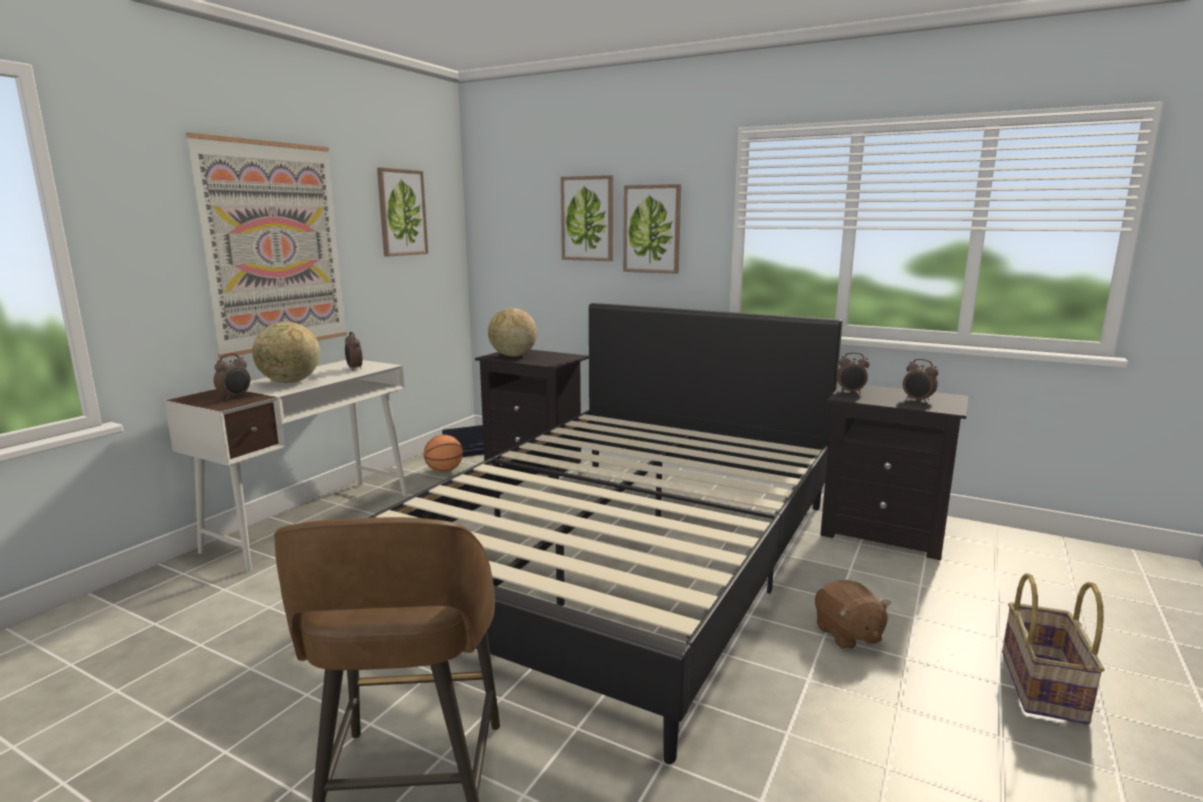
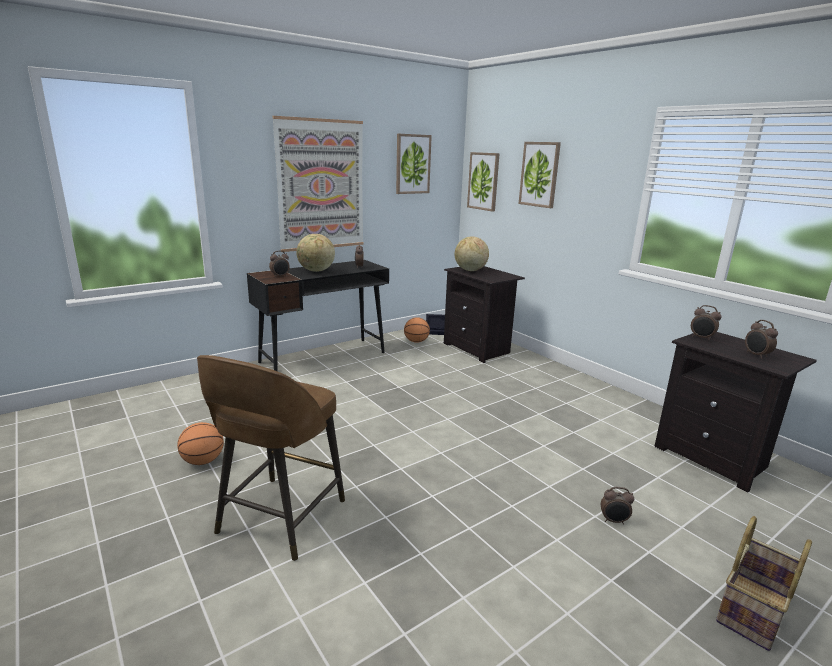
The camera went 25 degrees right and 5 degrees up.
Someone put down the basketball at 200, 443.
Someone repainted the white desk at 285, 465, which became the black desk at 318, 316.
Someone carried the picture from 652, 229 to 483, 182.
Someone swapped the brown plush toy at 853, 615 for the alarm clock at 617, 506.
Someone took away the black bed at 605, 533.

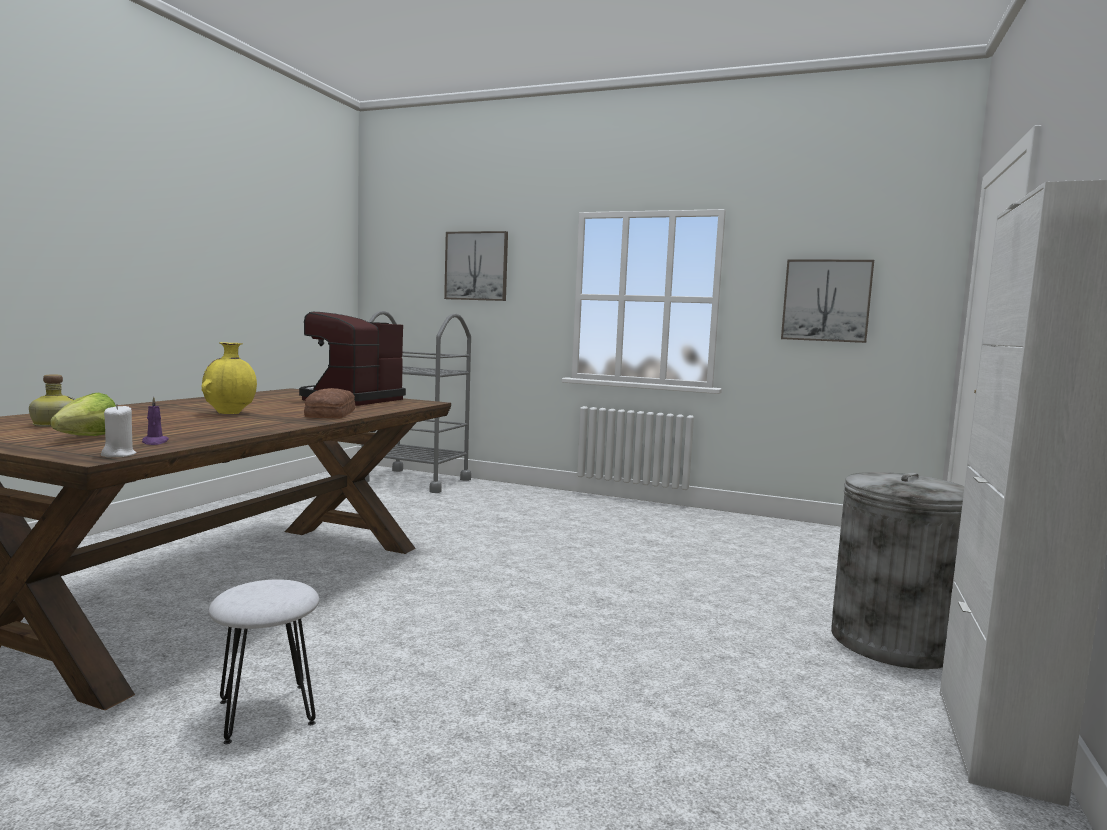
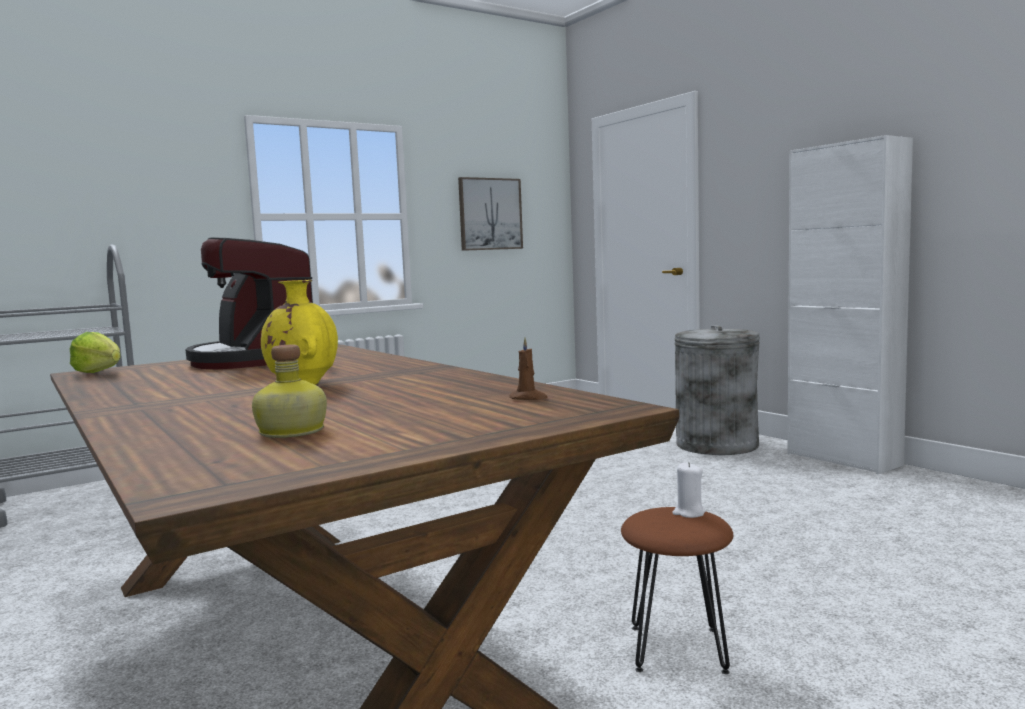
The camera went 55 degrees left and 0 degrees up.
Someone carried the lettuce from 83, 414 to 95, 352.
Someone repainted the purple candle at 155, 421, which became the brown candle at 529, 368.
Someone repainted the white stool at 264, 661, which became the brown stool at 677, 590.
Someone carried the white candle from 119, 430 to 689, 490.
Someone took away the bread at 329, 403.
Someone took away the picture at 476, 266.

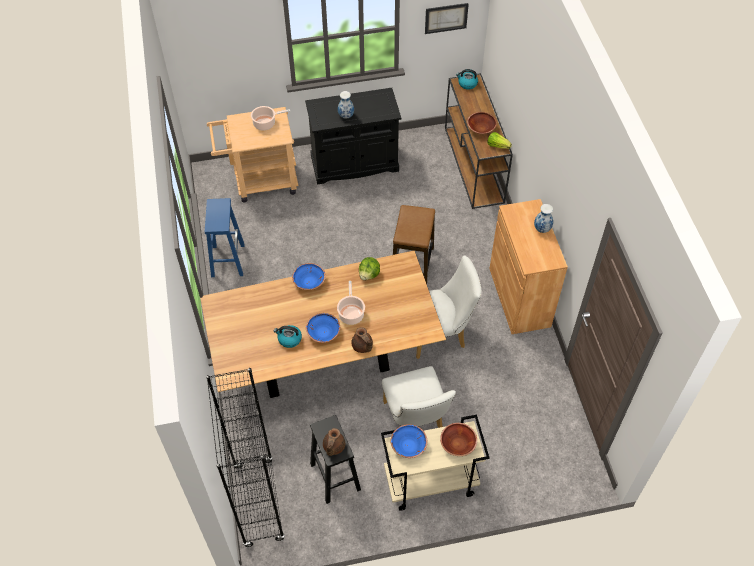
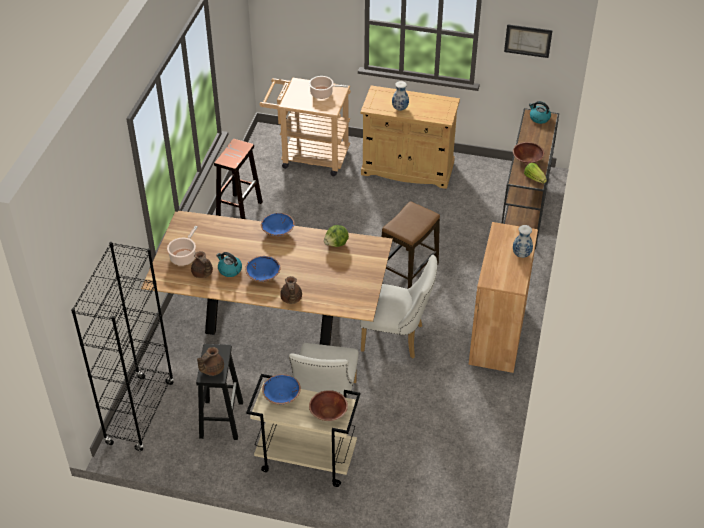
The camera went 25 degrees right and 10 degrees down.
Someone carried the cooking pot from 351, 303 to 182, 246.
Someone put down the brown teapot at 202, 264.
Someone repainted the blue stool at 225, 237, which became the brown stool at 238, 179.
Someone repainted the black cabinet at 353, 136, which became the beige cabinet at 410, 137.

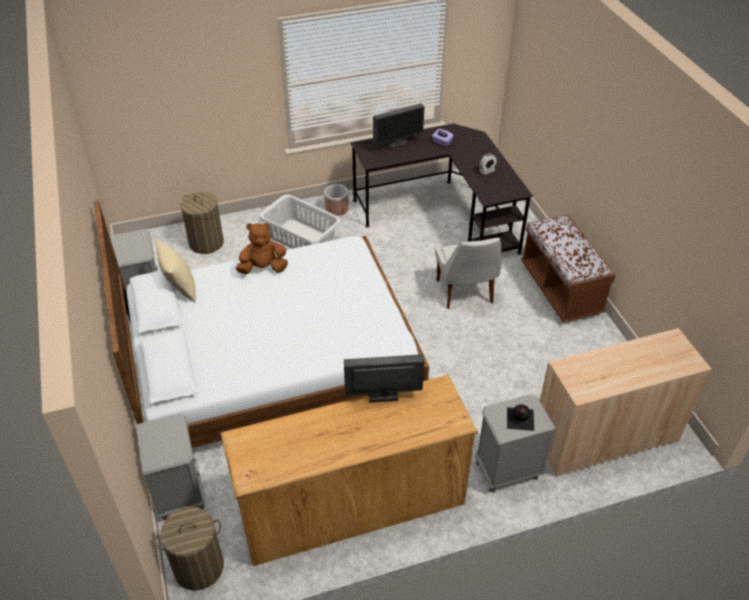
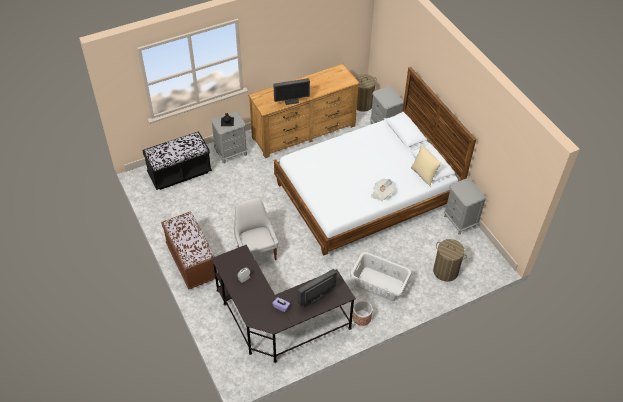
The camera went 170 degrees right and 5 degrees up.
Someone swapped the beige cabinet at 626, 402 for the black bench at 177, 160.
Someone swapped the brown plush toy at 262, 248 for the newspaper at 382, 189.

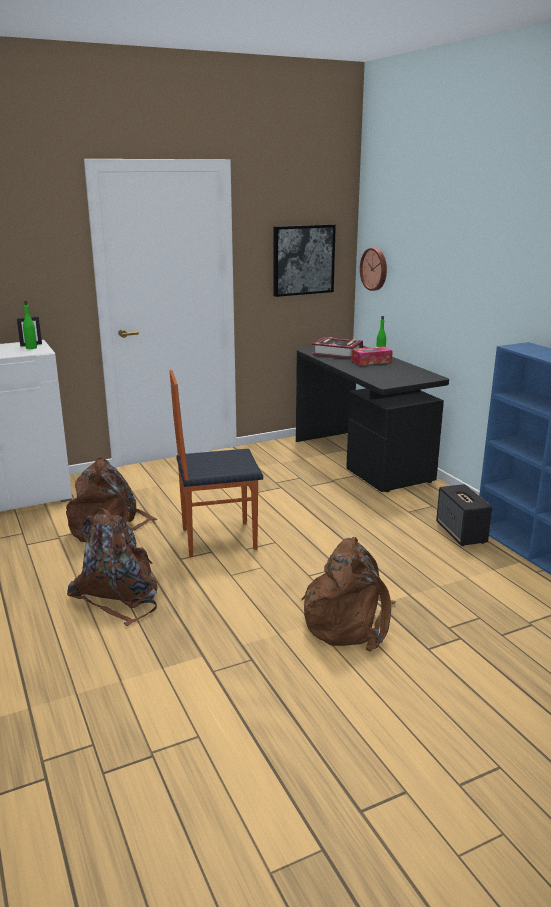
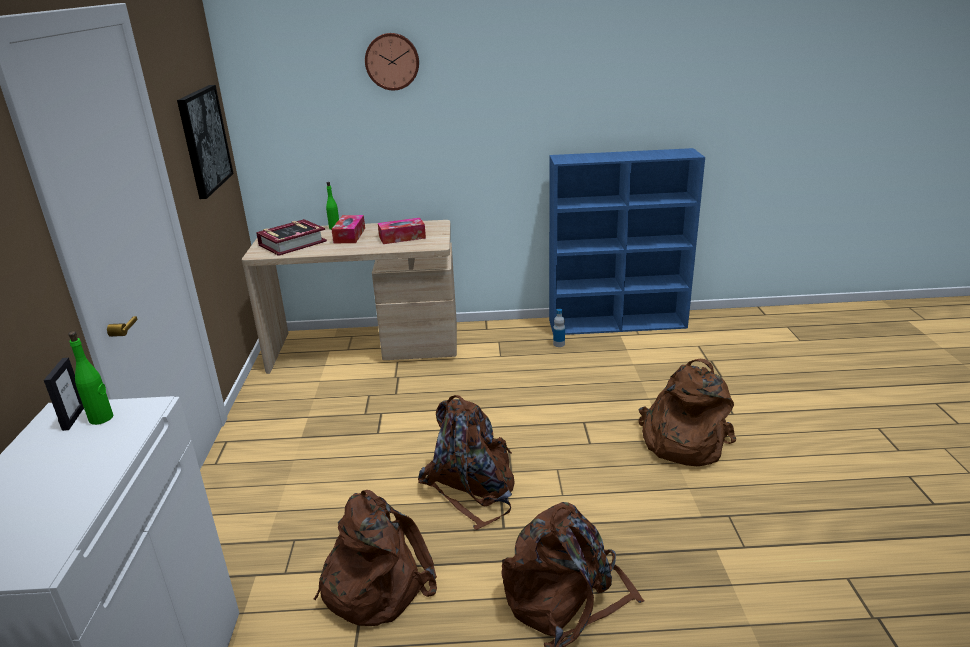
The camera went 65 degrees left and 5 degrees up.
Someone repainted the black desk at 372, 419, which became the beige desk at 349, 297.
Someone carried the wall clock from 373, 269 to 392, 61.
Someone put down the tissue box at 402, 231.
Someone swapped the chair at 216, 463 for the brown backpack at 466, 462.
Someone swapped the speaker at 464, 515 for the bottle at 559, 328.

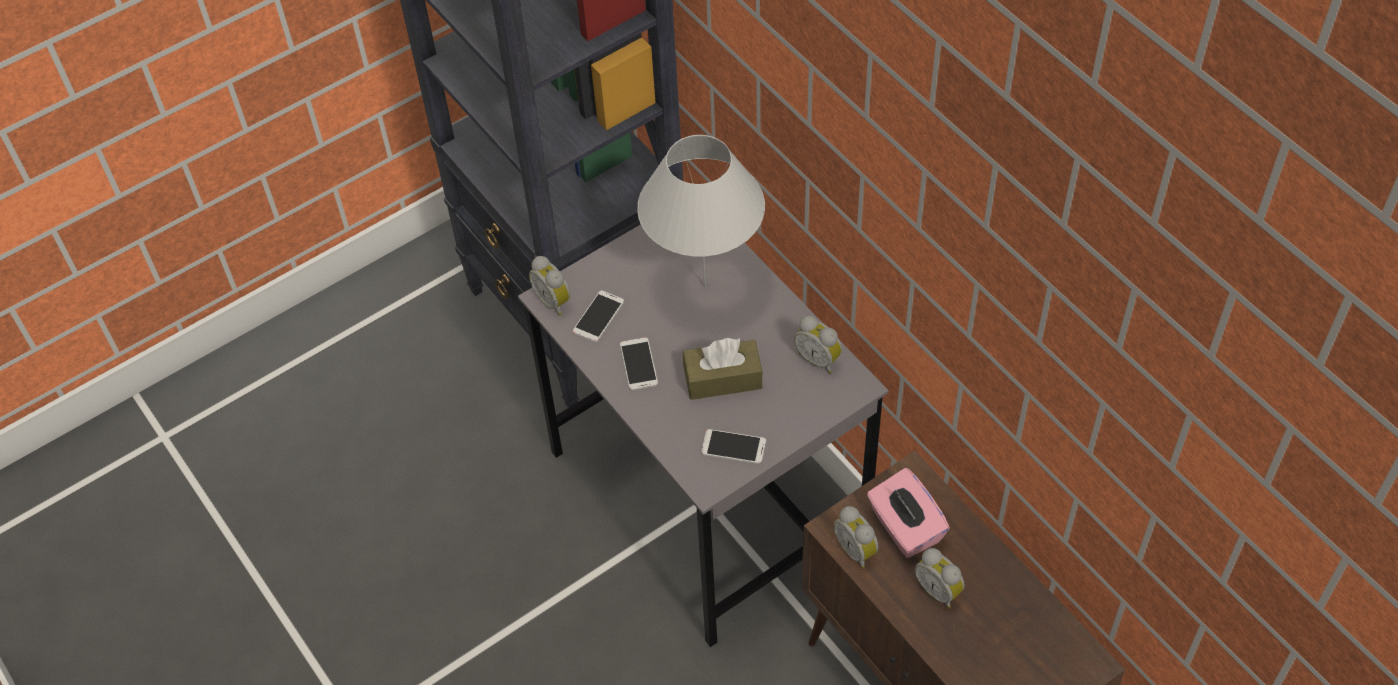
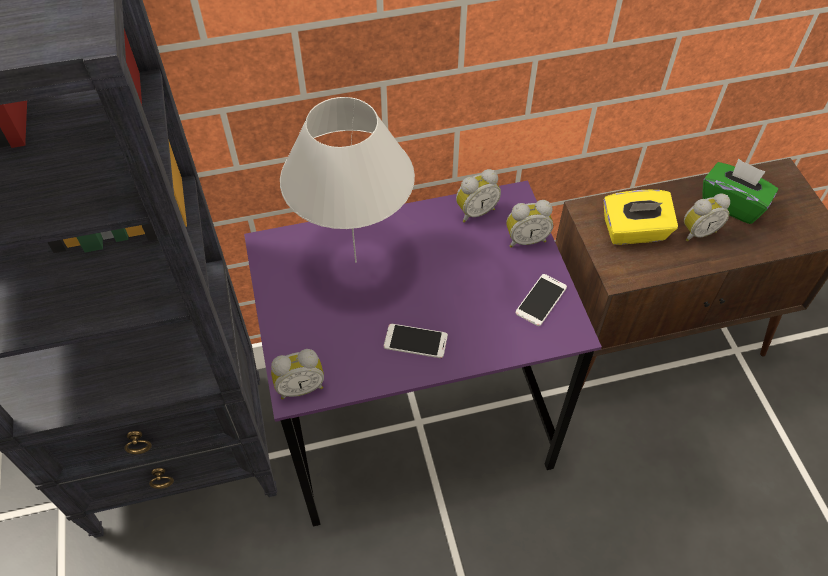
The camera went 70 degrees left and 0 degrees up.
Someone repainted the grey desk at 703, 435, which became the purple desk at 423, 354.
Someone carried the alarm clock from 856, 537 to 529, 224.
Someone repainted the pink tissue box at 908, 513, which became the yellow tissue box at 640, 217.
Someone put down the green tissue box at 740, 191.
Someone took away the phone at 598, 316.
Someone took away the brown tissue box at 723, 369.

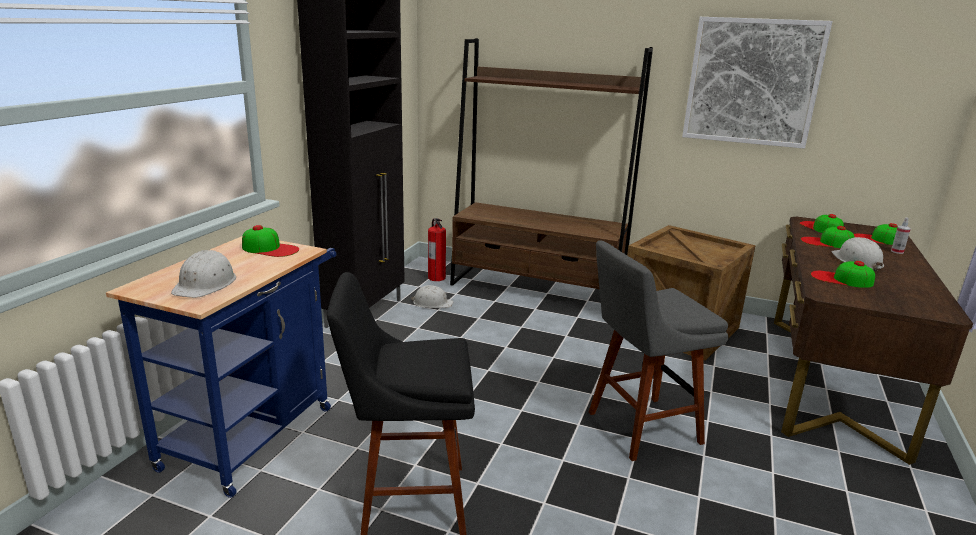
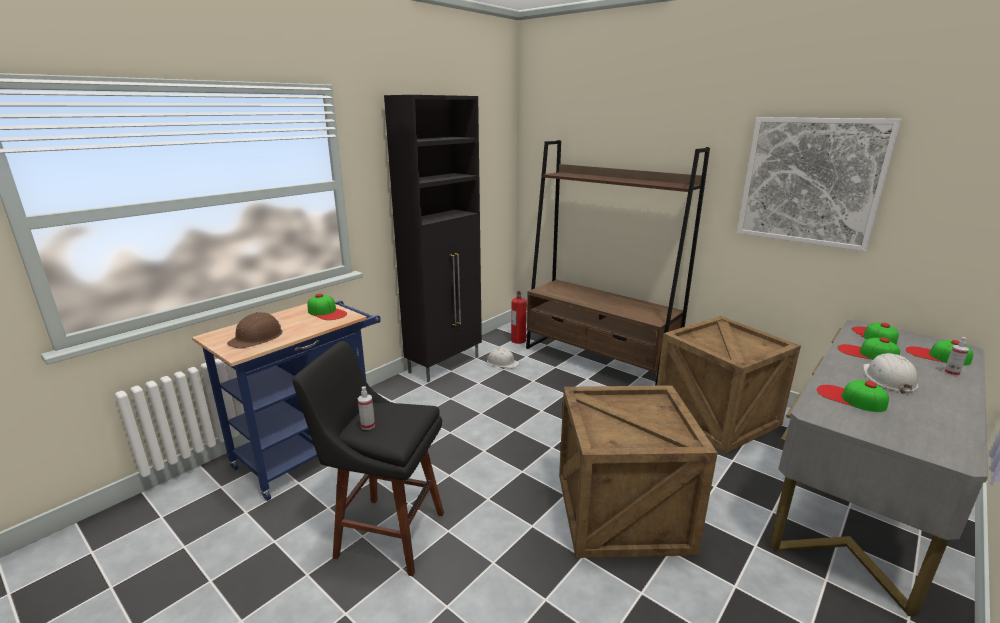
The camera went 20 degrees right and 0 degrees up.
Someone repainted the white hard hat at 203, 274, which became the brown hard hat at 254, 330.
Someone put down the spray bottle at 366, 408.
Someone swapped the grey stool at 658, 350 for the crate at 638, 471.
Someone repainted the brown desk at 873, 341, which became the grey desk at 878, 468.

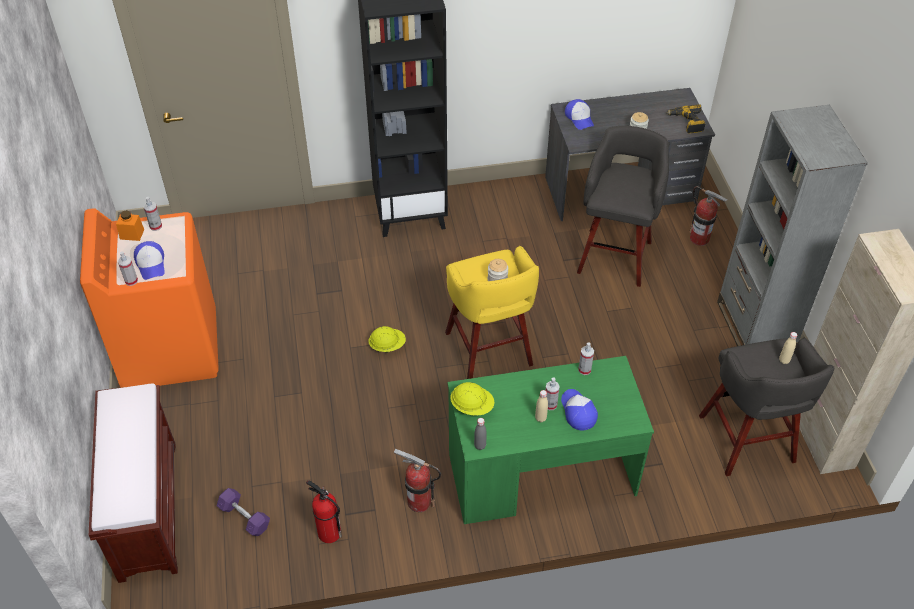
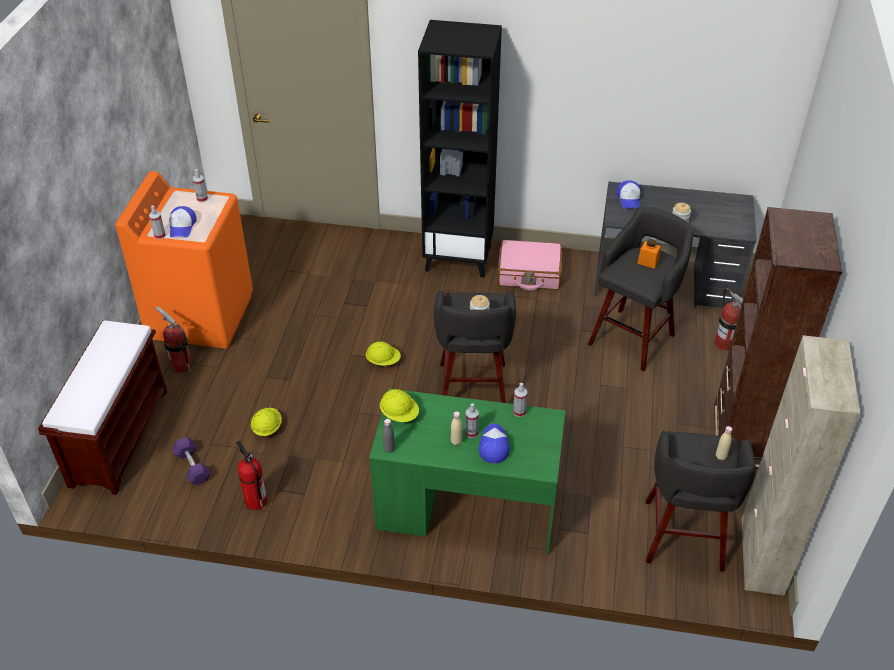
The camera went 20 degrees right and 5 degrees down.
Someone carried the fire extinguisher from 417, 480 to 173, 339.
Someone put down the yellow hard hat at 266, 422.
Someone repainted the yellow stool at 492, 312, which became the grey stool at 475, 346.
Someone put down the pink suitcase at 530, 265.
Someone carried the orange jar from 130, 225 to 649, 254.
Someone repainted the grey bookcase at 792, 226, which became the brown bookcase at 778, 338.
Someone took away the power drill at 686, 119.

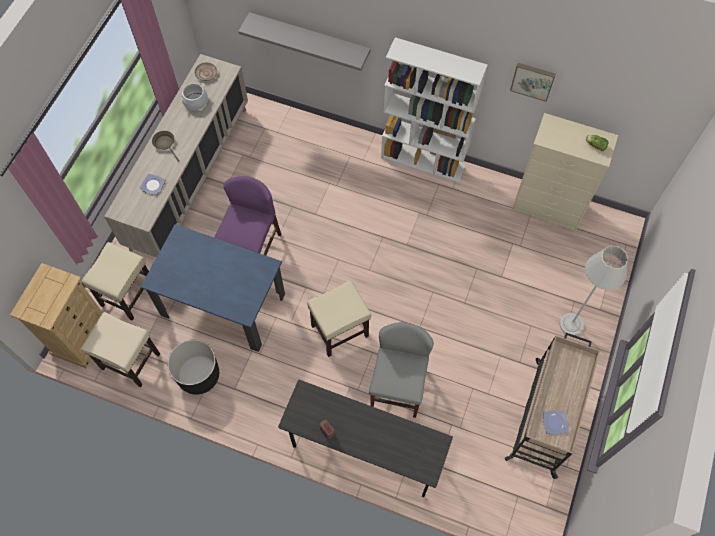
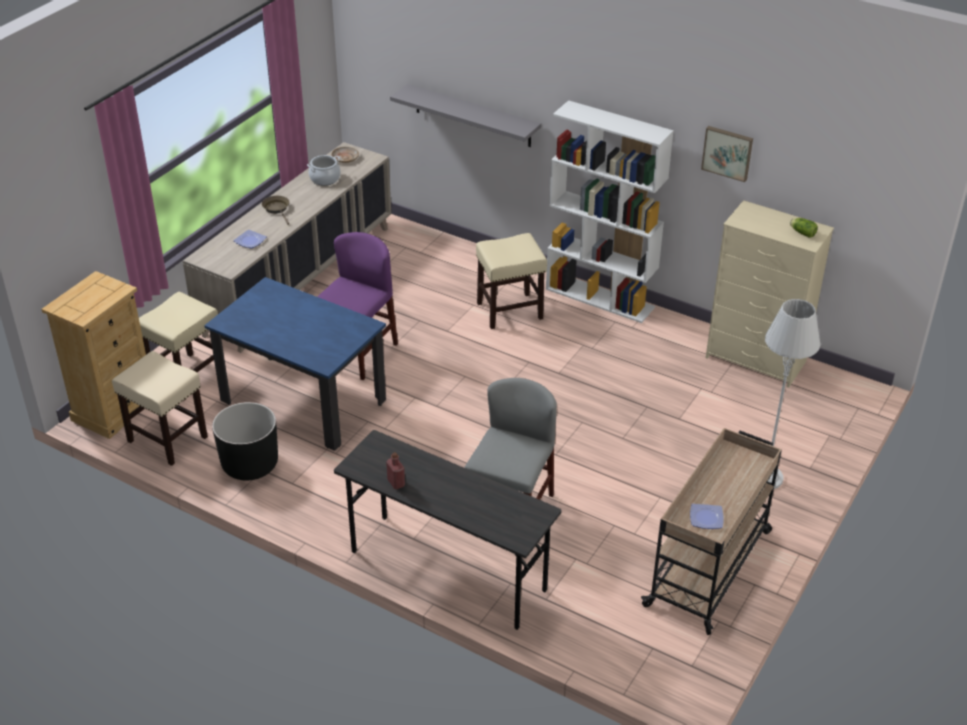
The camera went 10 degrees right and 25 degrees down.
Someone carried the beige stool from 339, 318 to 511, 281.

